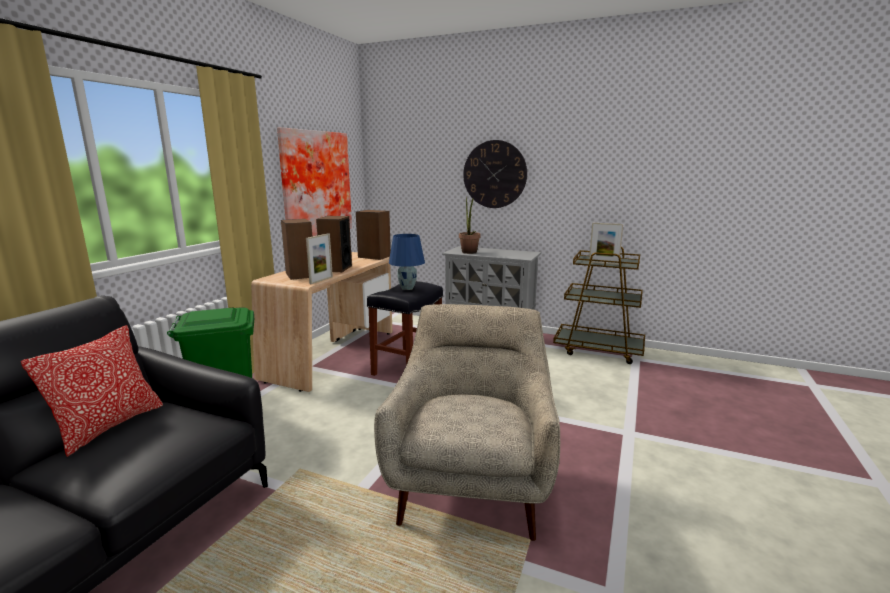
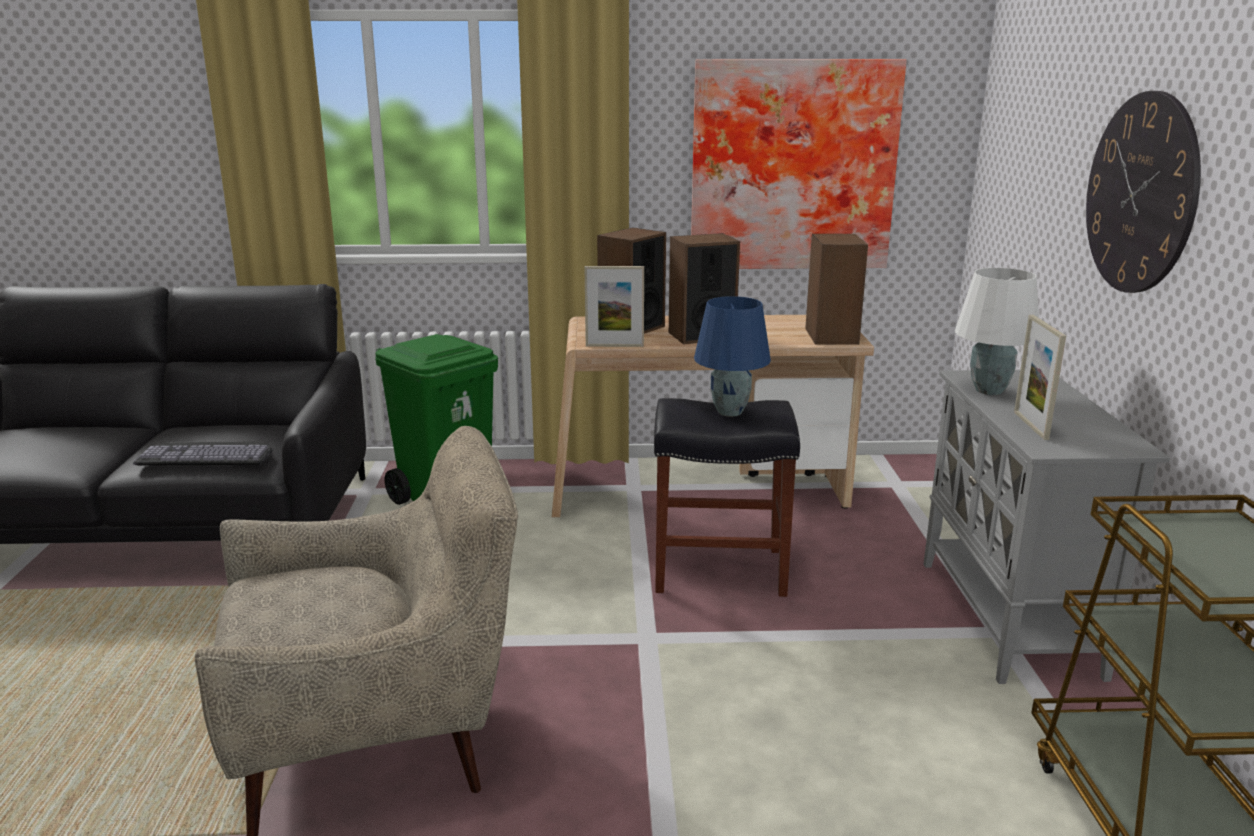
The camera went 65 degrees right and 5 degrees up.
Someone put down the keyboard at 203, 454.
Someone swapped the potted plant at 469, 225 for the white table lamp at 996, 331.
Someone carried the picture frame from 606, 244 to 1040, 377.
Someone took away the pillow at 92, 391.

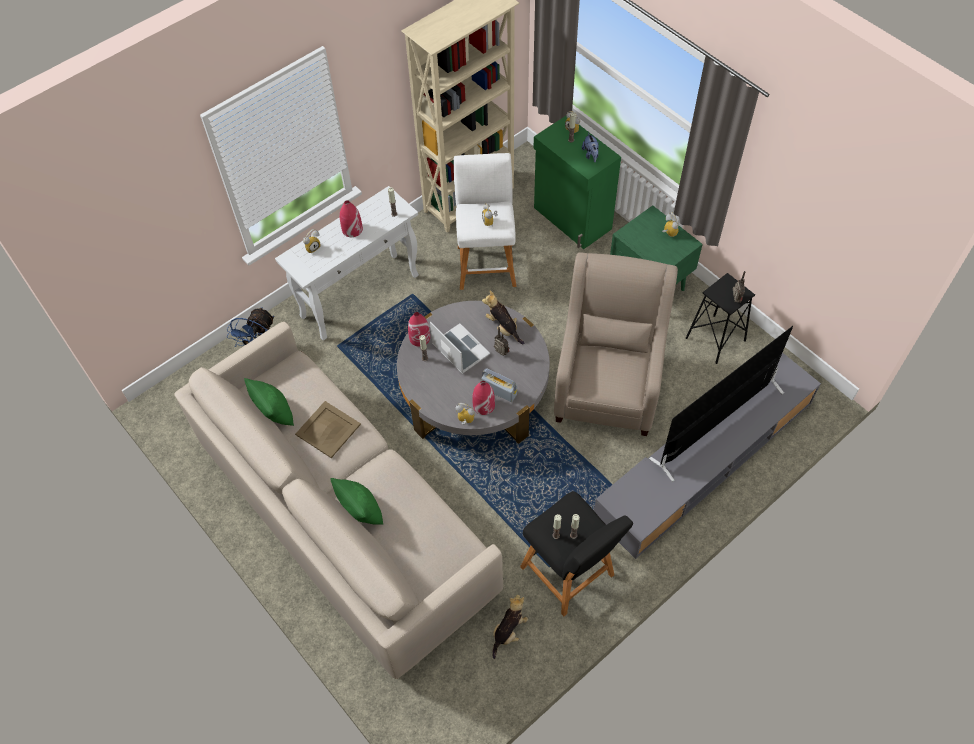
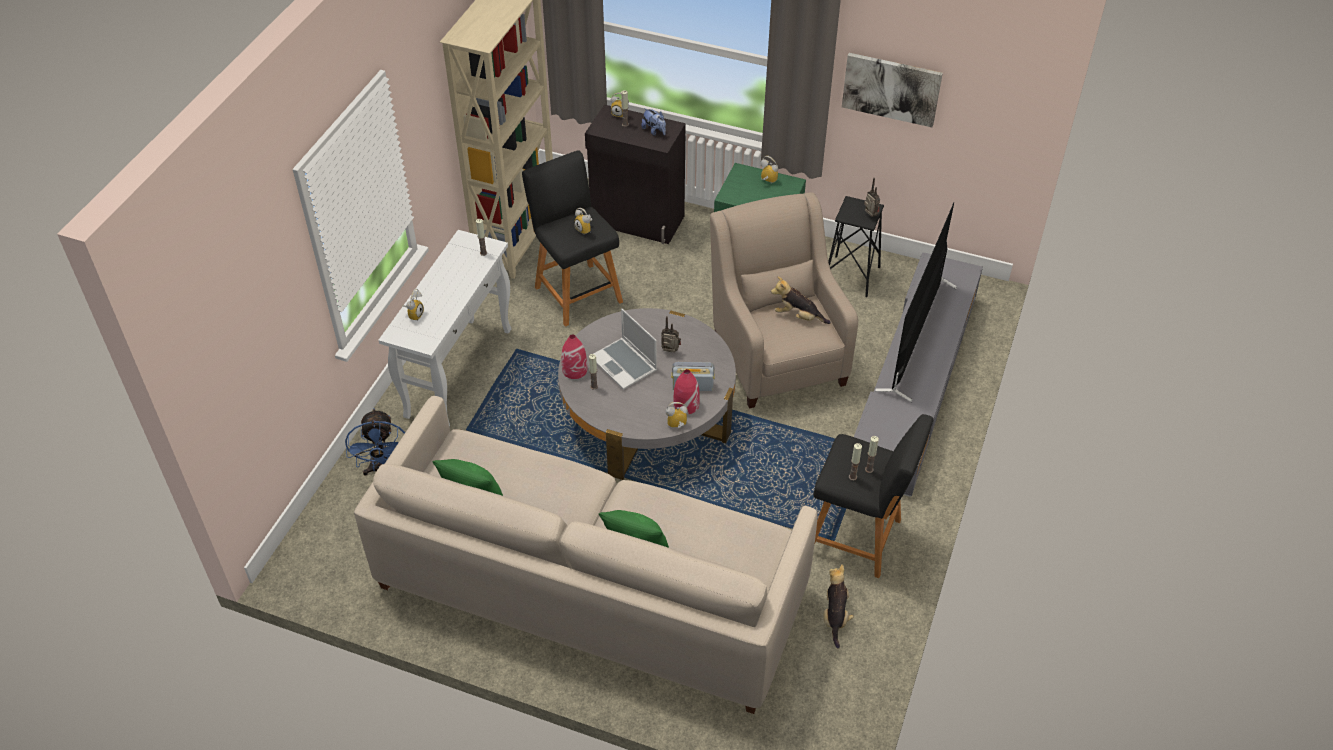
The camera went 30 degrees left and 10 degrees down.
Someone repainted the white stool at 485, 221, which became the black stool at 572, 238.
Someone repainted the green cabinet at 577, 182, which became the black cabinet at 635, 174.
Someone rotated the laptop at 460, 347 by 150 degrees counterclockwise.
Someone carried the plush toy from 503, 317 to 801, 300.
Someone put up the picture at 892, 90.
Someone took away the beige tray at 328, 429.
Someone took away the red vase at 351, 218.

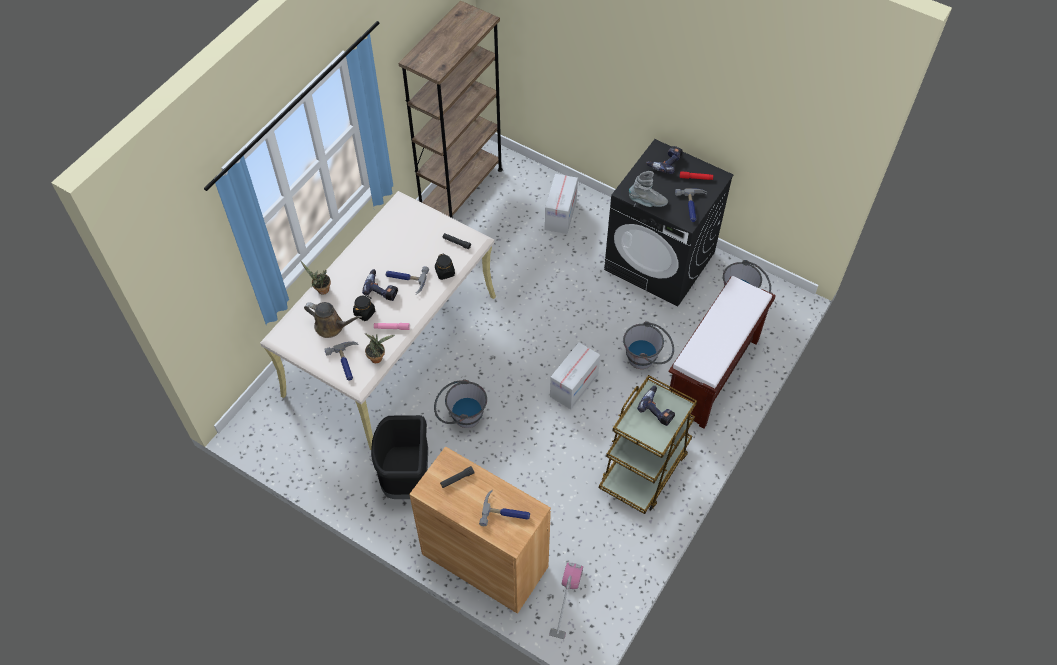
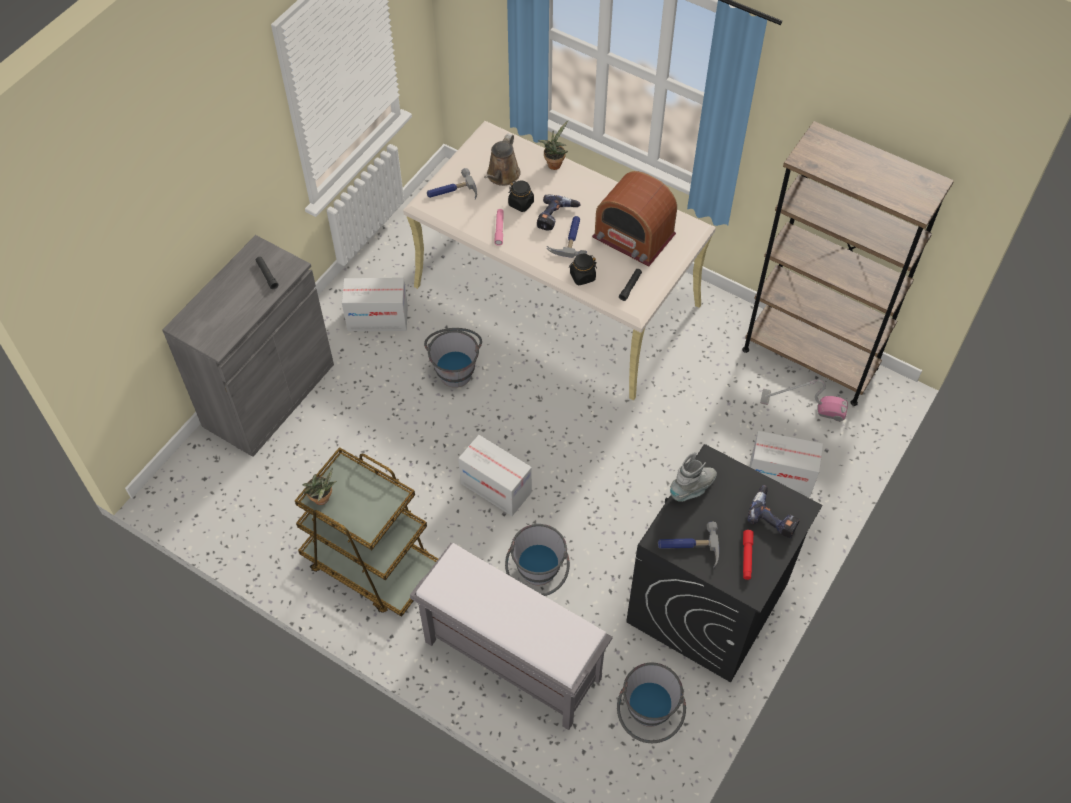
The camera went 90 degrees right and 0 degrees up.
Someone repainted the brown cabinet at 480, 530, which became the grey cabinet at 248, 346.
Someone carried the potted plant from 380, 348 to 320, 486.
Someone swapped the black trash can at 399, 457 for the cardboard box at 375, 304.
Someone repainted the brown bench at 722, 352, which became the grey bench at 511, 636.
Someone put down the radio at 634, 218.
Someone rotated the grey boot at 648, 189 by 135 degrees counterclockwise.
Someone carried the vacuum cleaner from 566, 600 to 804, 400.
Someone took away the hammer at 504, 508.
Someone took away the power drill at 656, 406.

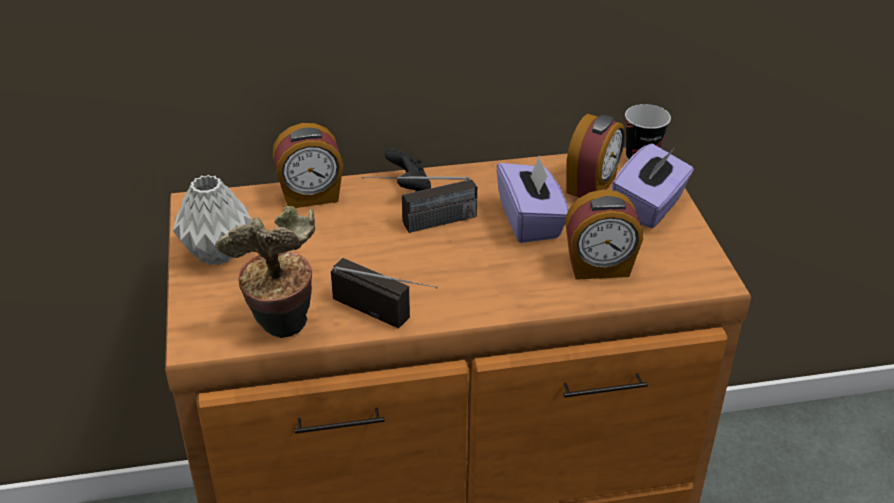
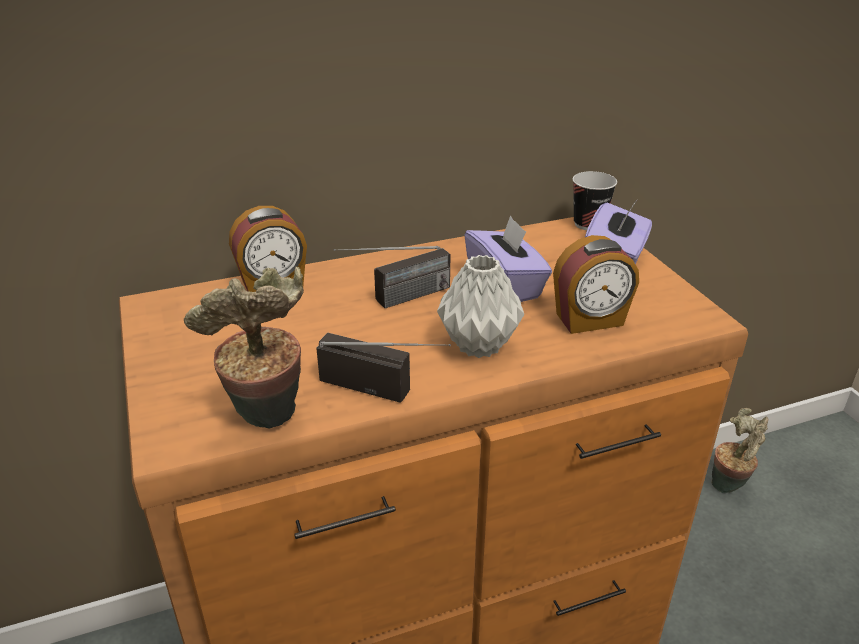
The camera went 10 degrees left and 5 degrees down.
Someone carried the grey vase from 212, 220 to 480, 306.
Someone put down the potted plant at 740, 450.
Someone took away the black game controller at 408, 170.
Someone took away the alarm clock at 595, 156.

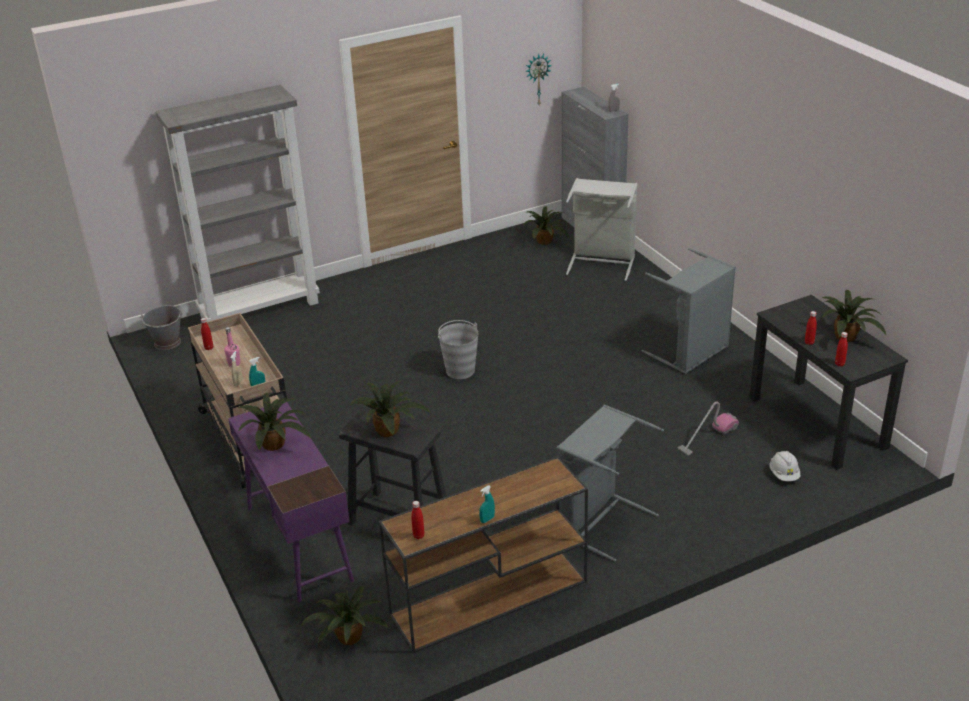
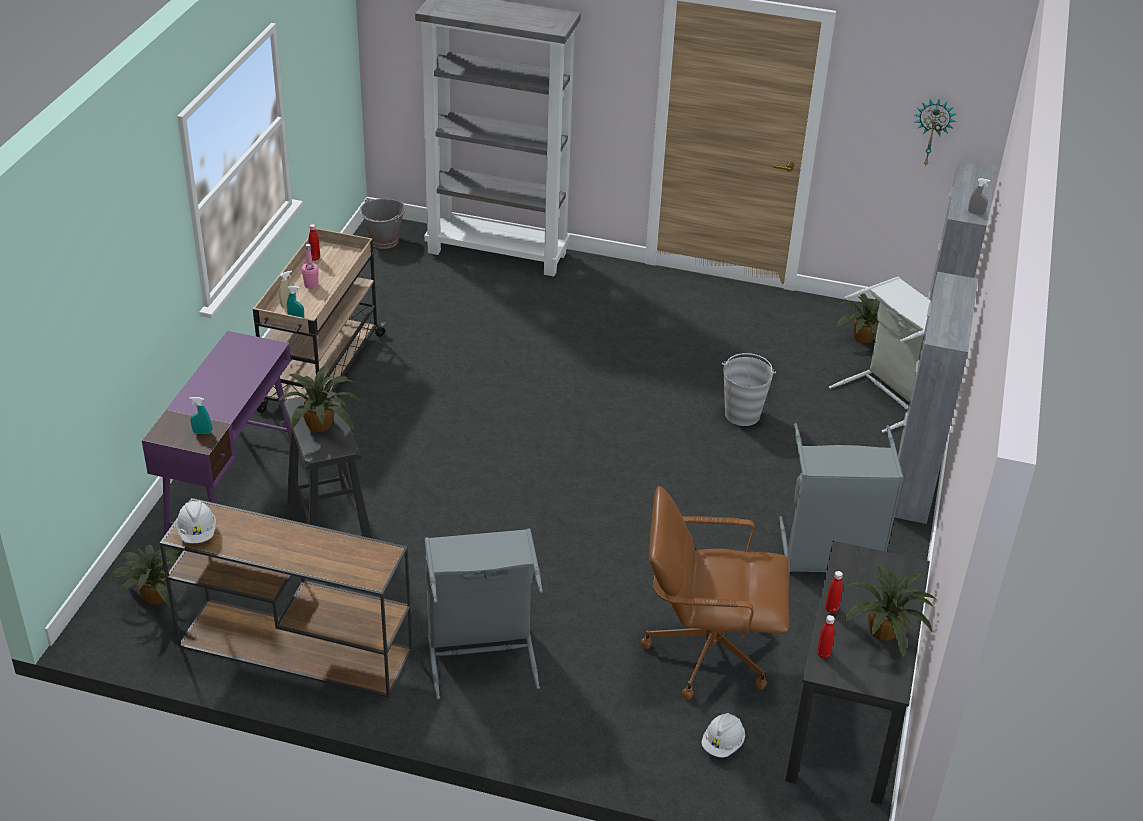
The camera went 40 degrees right and 5 degrees up.
Someone swapped the red bottle at 417, 520 for the white hard hat at 196, 522.
Someone carried the turquoise spray bottle from 487, 504 to 200, 415.
Someone swapped the vacuum cleaner at 708, 429 for the brown office chair at 715, 592.
Someone carried the grey bucket from 458, 349 to 749, 389.
Someone put down the grey cabinet at 936, 398.
Someone took away the potted plant at 274, 422.

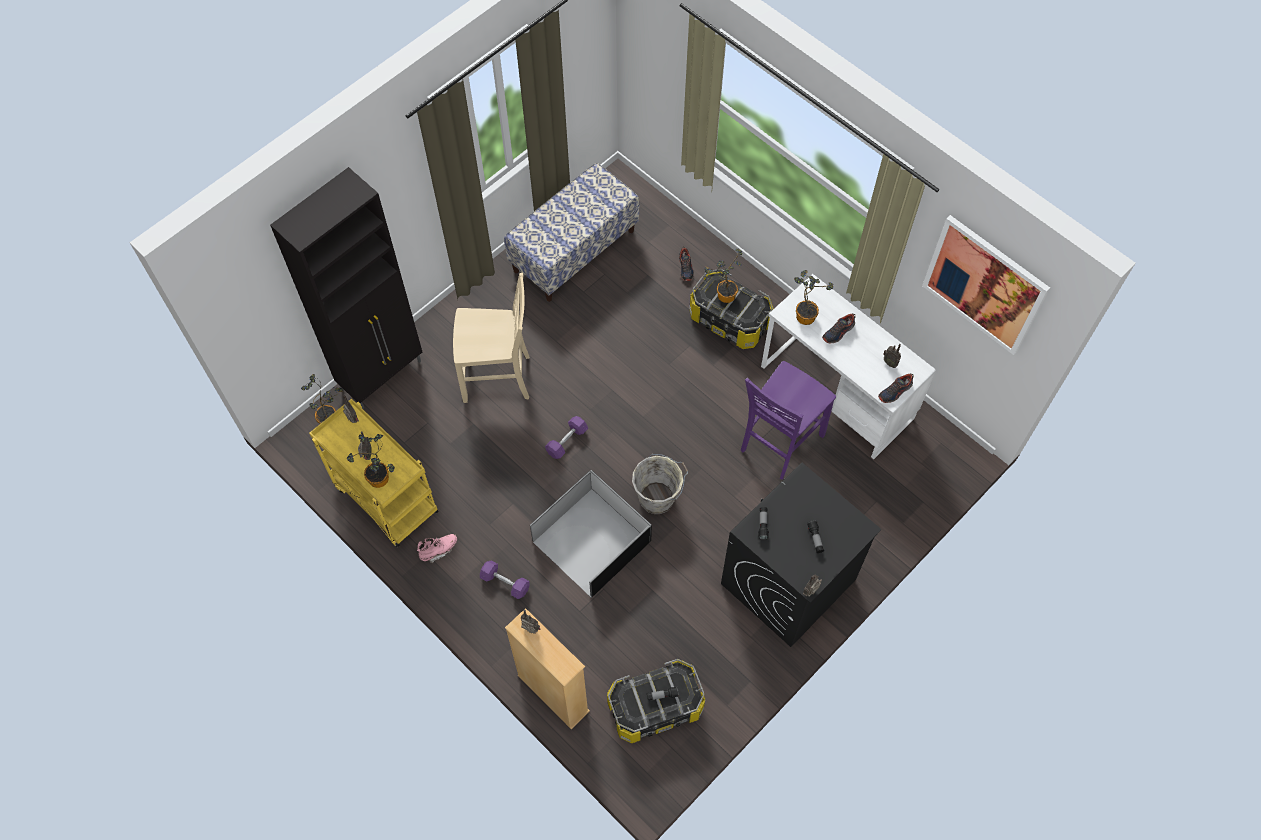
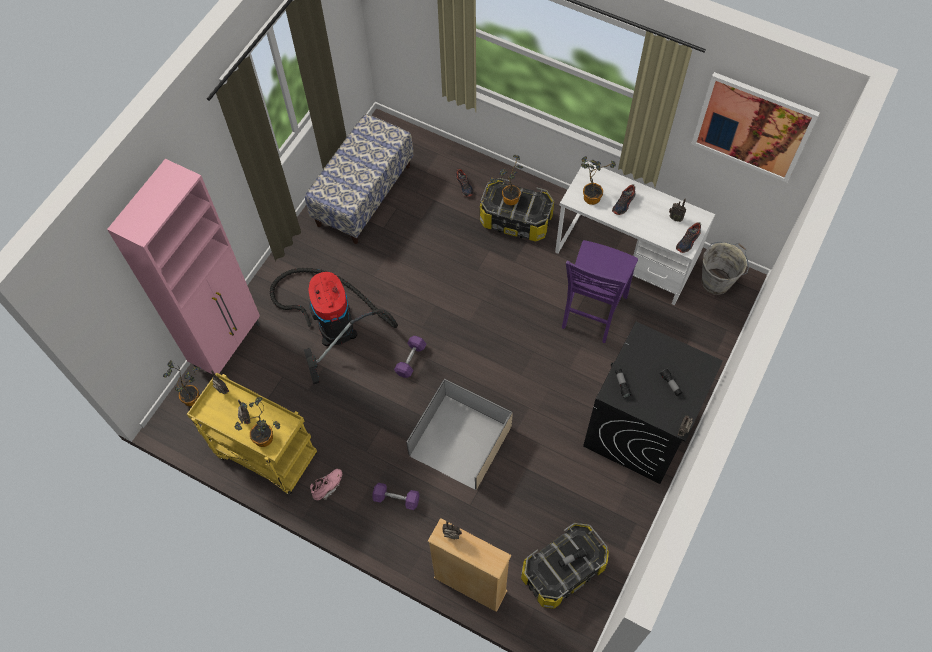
The camera went 15 degrees left and 0 degrees up.
Someone repainted the black cabinet at 346, 288, which became the pink cabinet at 183, 266.
Someone swapped the beige chair at 491, 338 for the vacuum cleaner at 334, 326.
Someone repainted the black storage box at 591, 533, which became the beige storage box at 459, 434.
Someone carried the grey bucket from 660, 484 to 725, 268.

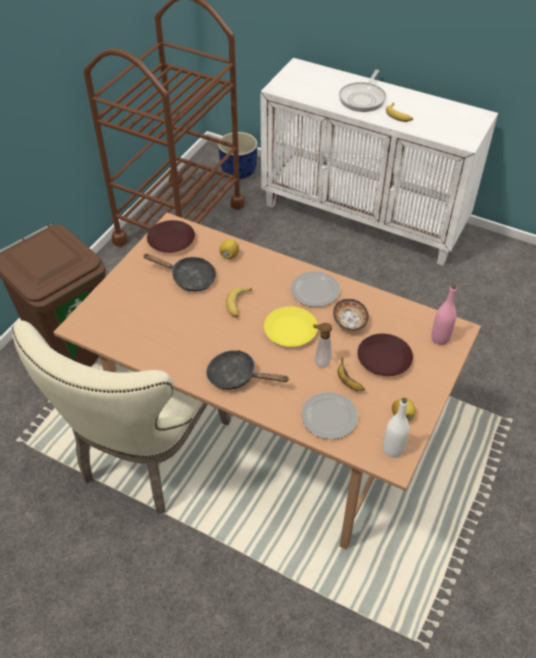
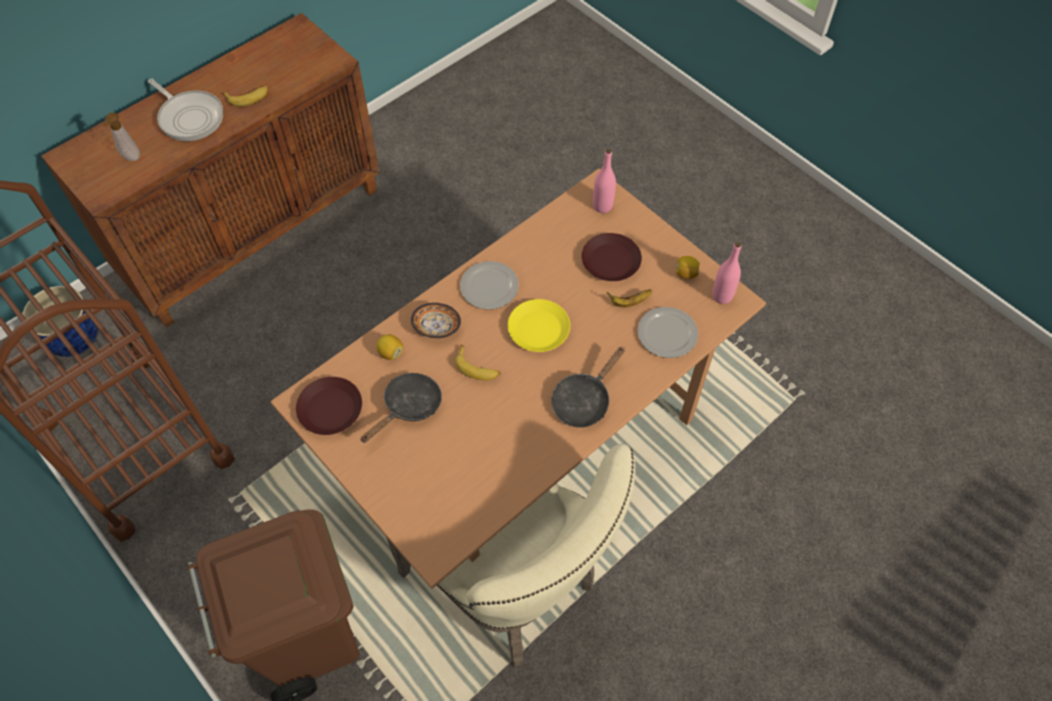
The camera went 70 degrees left and 10 degrees up.
Someone repainted the white cabinet at 379, 162, which became the brown cabinet at 210, 170.
Someone carried the soap dispenser from 322, 345 to 120, 137.
Someone carried the bowl from 351, 315 to 436, 320.
Someone repainted the white bottle at 396, 428, which became the pink bottle at 726, 273.

